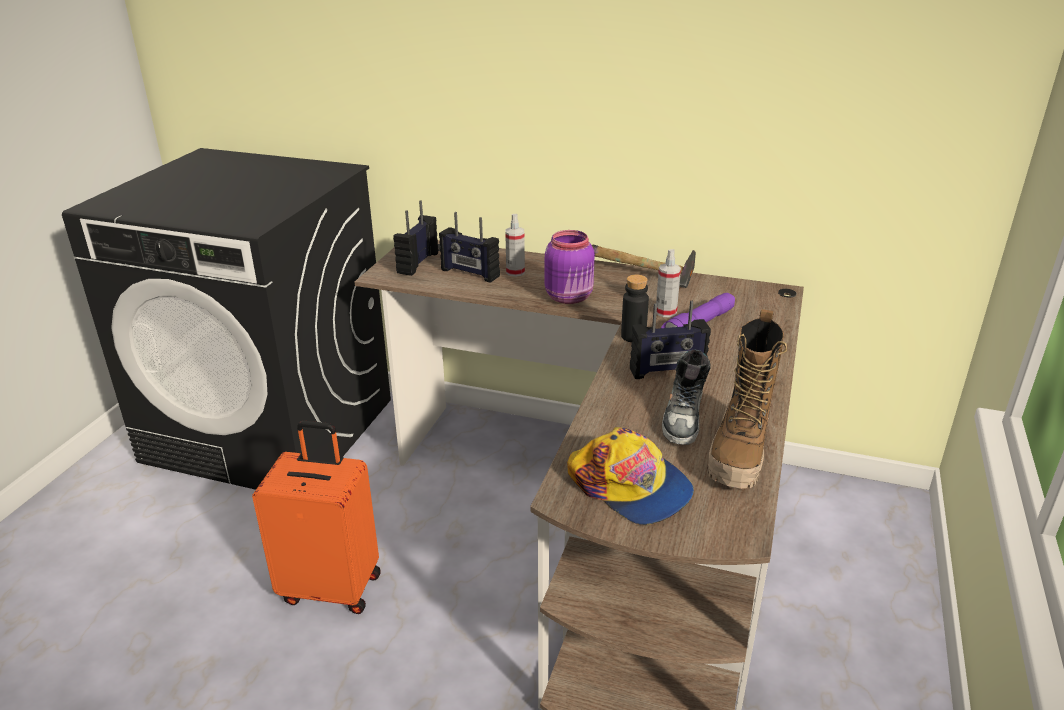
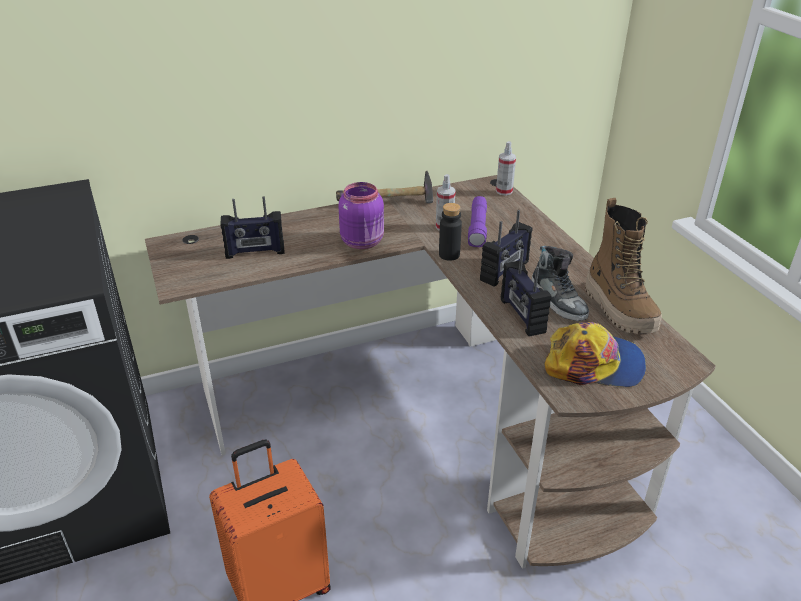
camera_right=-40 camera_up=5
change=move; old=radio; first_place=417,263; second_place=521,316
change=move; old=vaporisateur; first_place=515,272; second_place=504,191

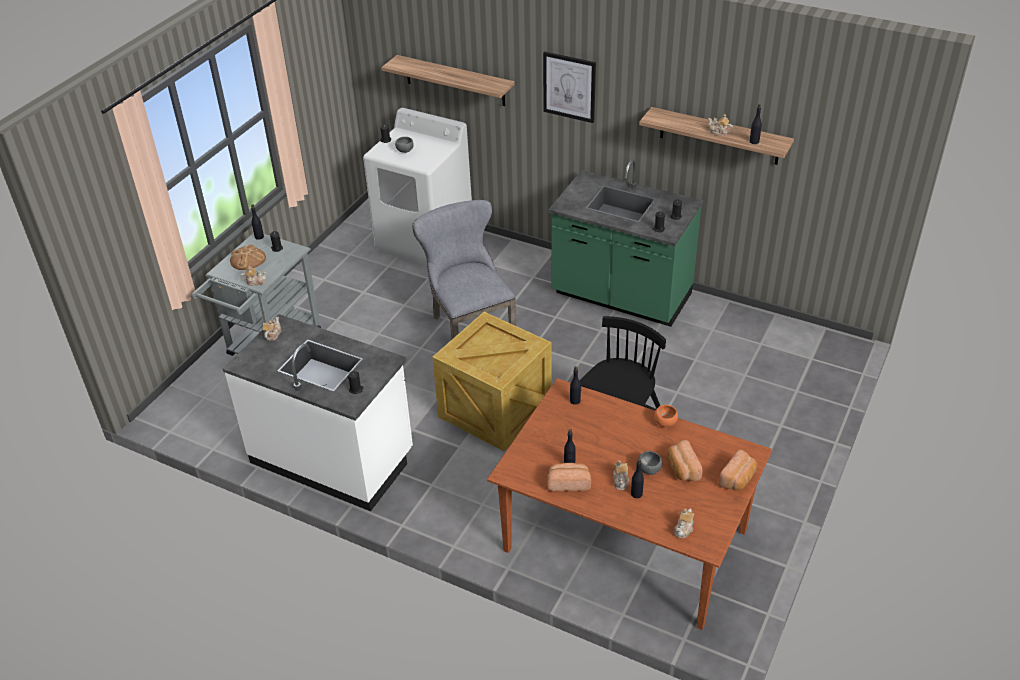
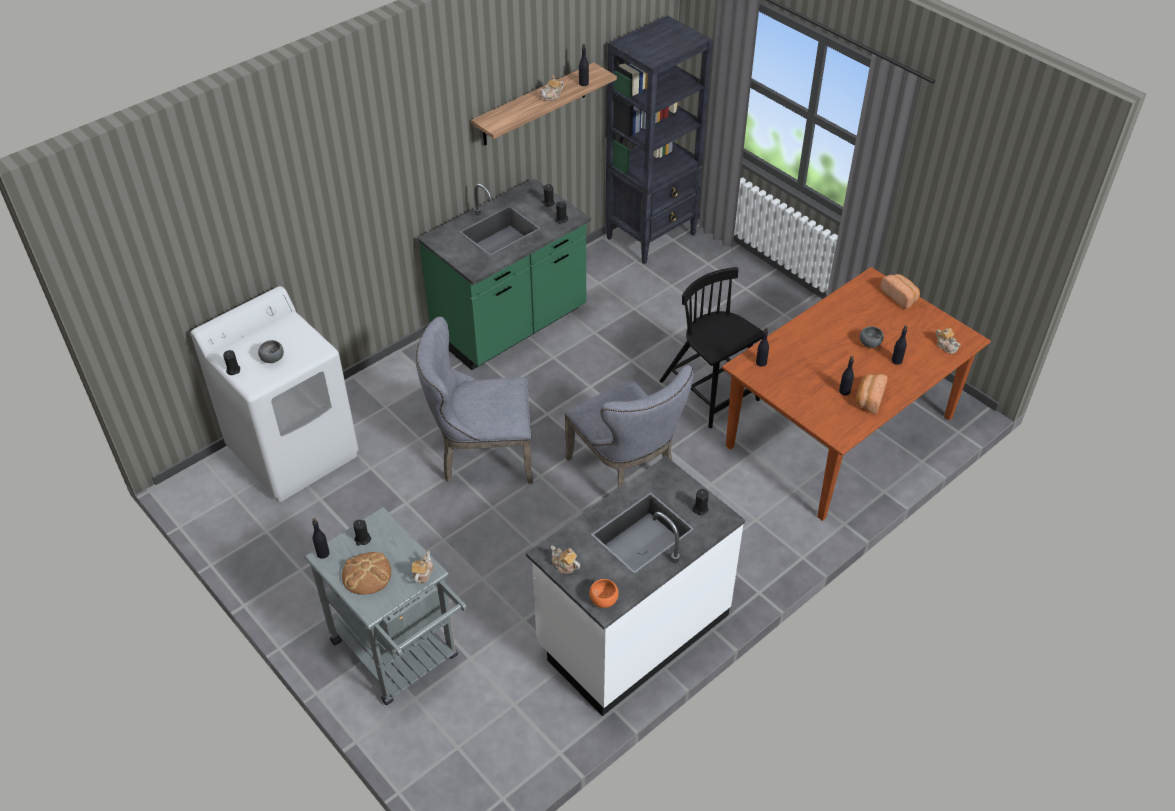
camera_right=-70 camera_up=5
change=delete; old=étagère; first_place=455,81
change=delete; old=tableau; first_place=569,87
change=delete; old=théière; first_place=620,481
change=delete; old=pain; first_place=682,469
change=insert; new=bibliothèque/noir; second_place=652,236
change=move; old=bol/orange; first_place=666,422; second_place=603,599
change=replace; old=caisse; new=chaise/gris; first_place=493,410; second_place=626,473

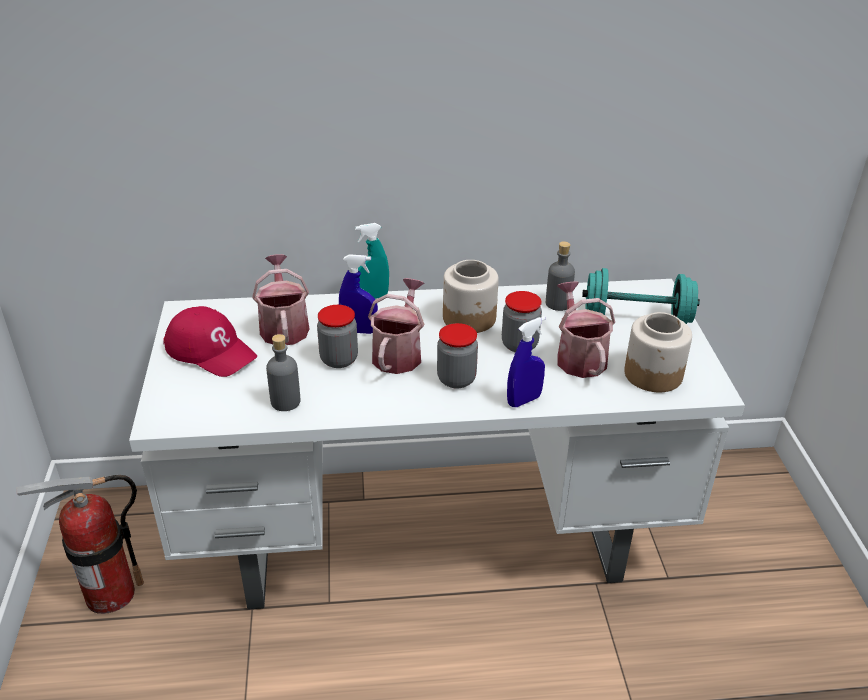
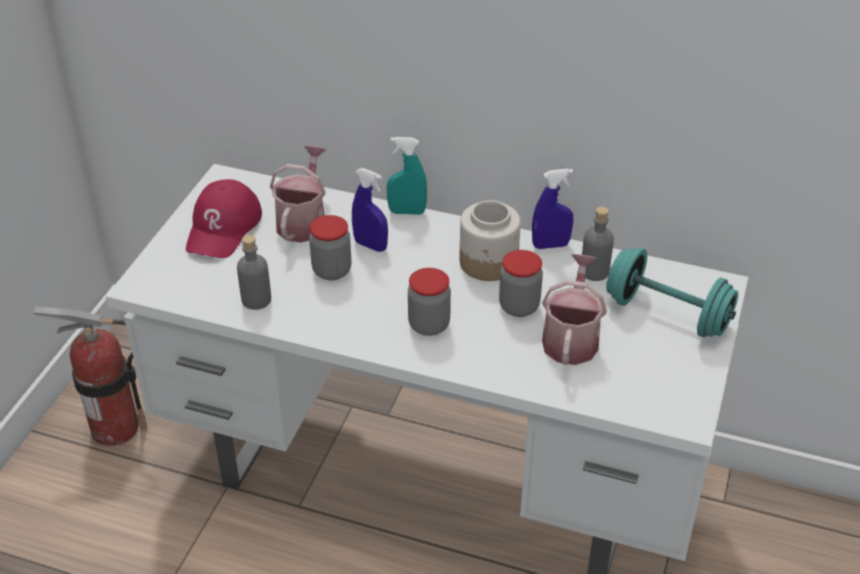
camera_right=25 camera_up=5
change=delete; old=arrosoir; first_place=399,353
change=delete; old=bocal; first_place=654,374
change=move; old=vaporisateur/bleu; first_place=524,400; second_place=550,245
change=rotate; old=casquette/rouge; first_place=211,350; second_place=223,227; degrees=45

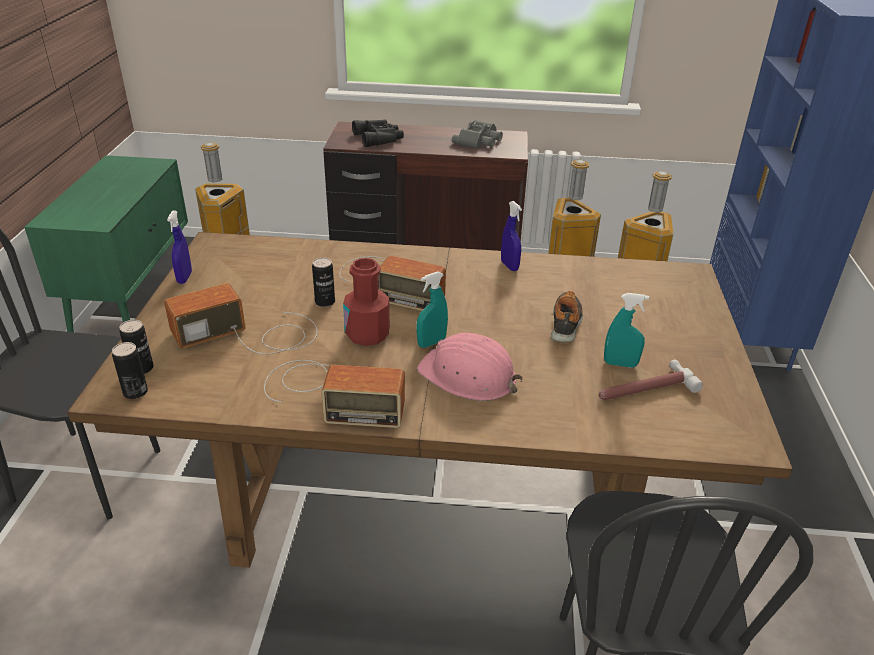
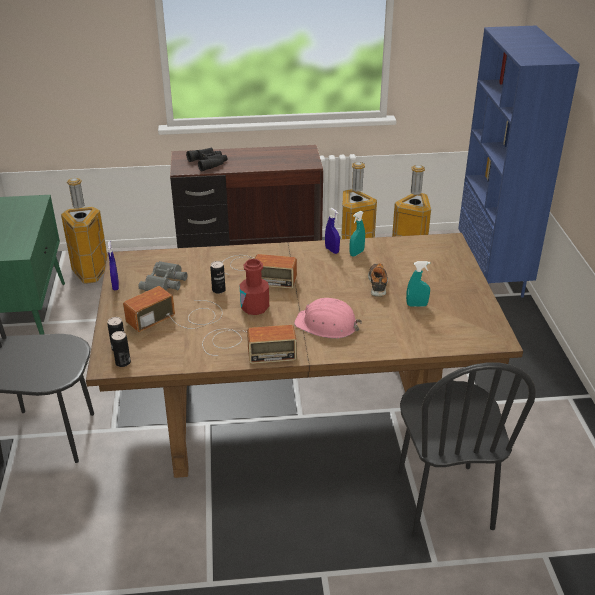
camera_right=-10 camera_up=0
change=delete; old=marteau; first_place=643,389
change=move; old=vaporisateur/turquoise; first_place=431,342; second_place=356,253
change=move; old=jumelles/gris; first_place=479,140; second_place=165,282

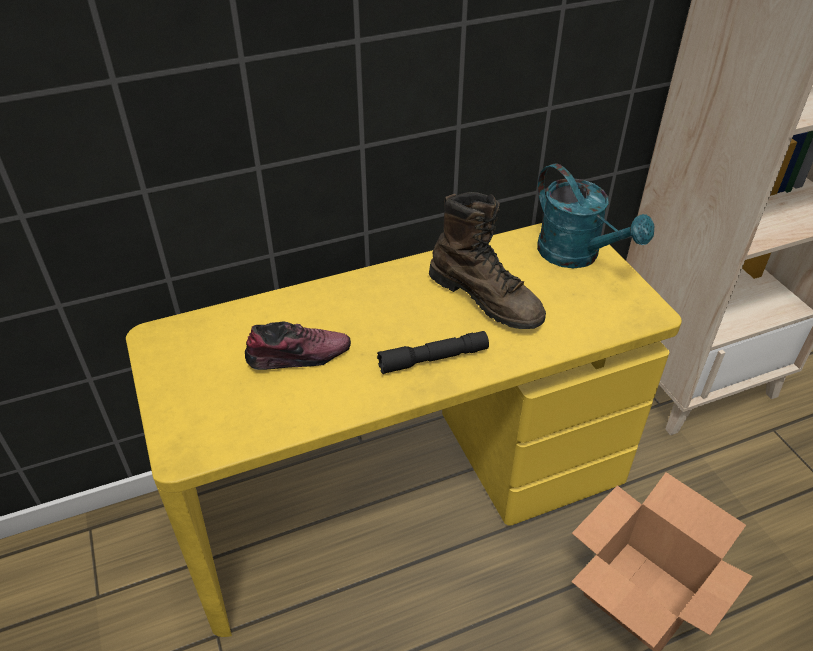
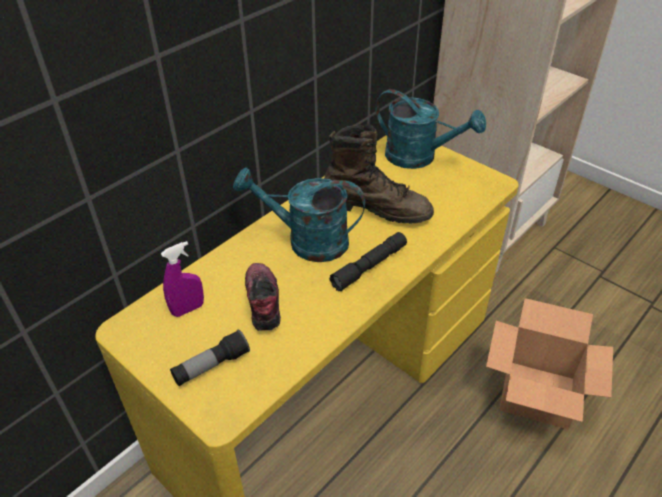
camera_right=-25 camera_up=0
change=insert; new=vaporisateur/violet; second_place=188,309
change=insert; new=lampe de poche; second_place=211,366
change=insert; new=arrosoir/turquoise; second_place=307,241
change=rotate; old=chaussure; first_place=298,356; second_place=262,301; degrees=-60

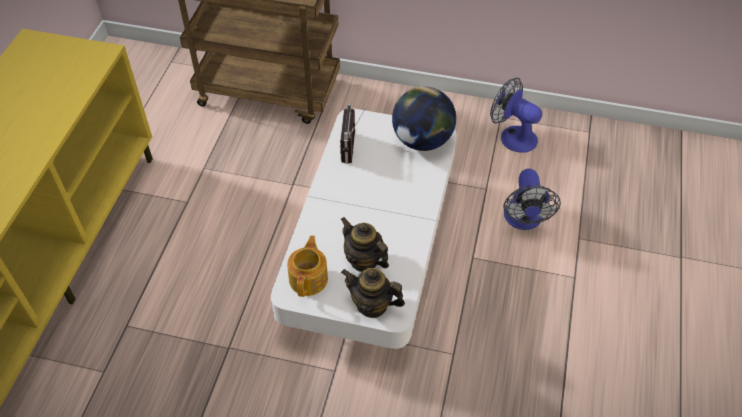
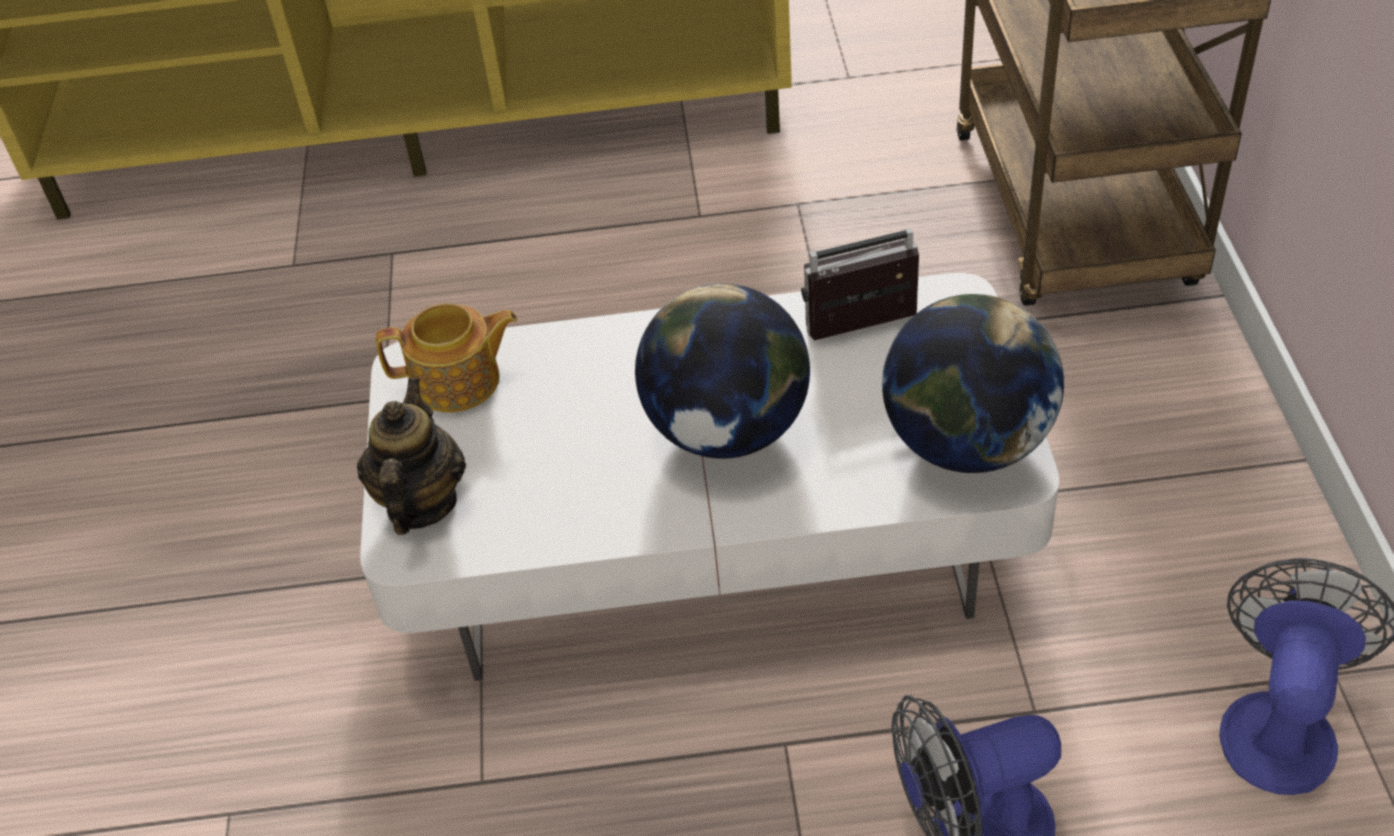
camera_right=75 camera_up=-5
change=delete; old=théière; first_place=364,260
change=insert; new=globe; second_place=727,430

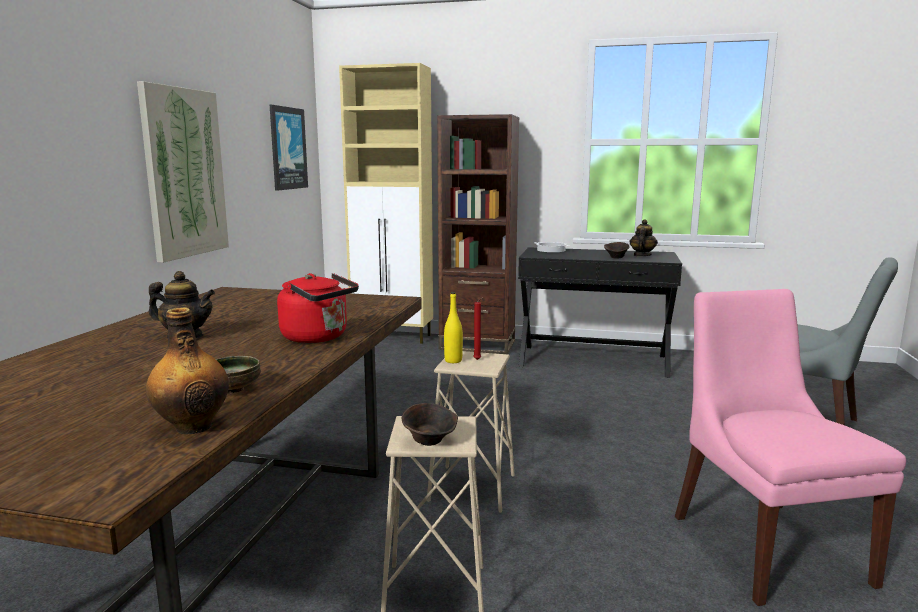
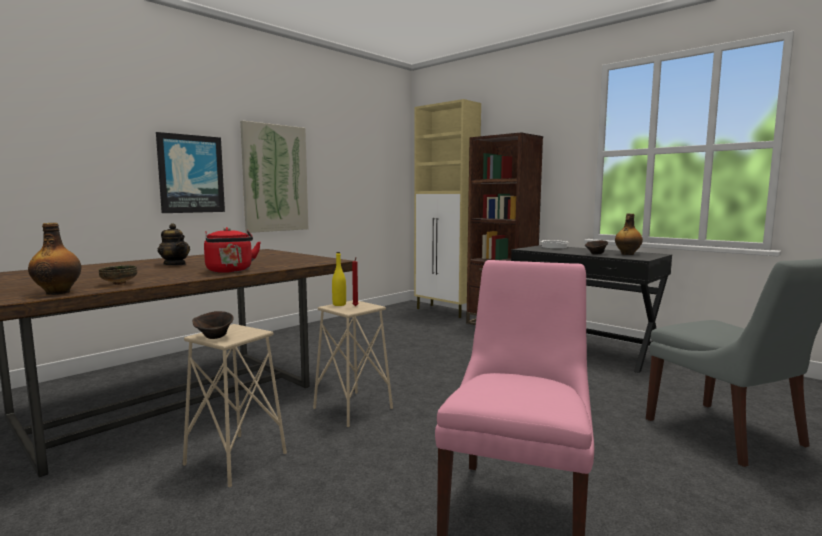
camera_right=30 camera_up=-5
change=move; old=tableau; first_place=287,148; second_place=191,174
change=replace; old=théière; new=bouteille; first_place=642,255; second_place=627,254

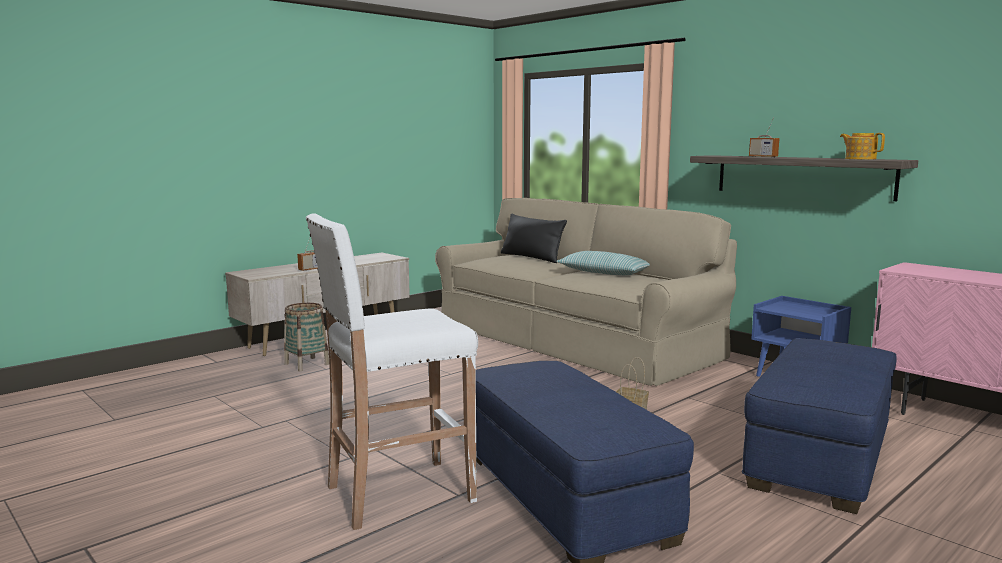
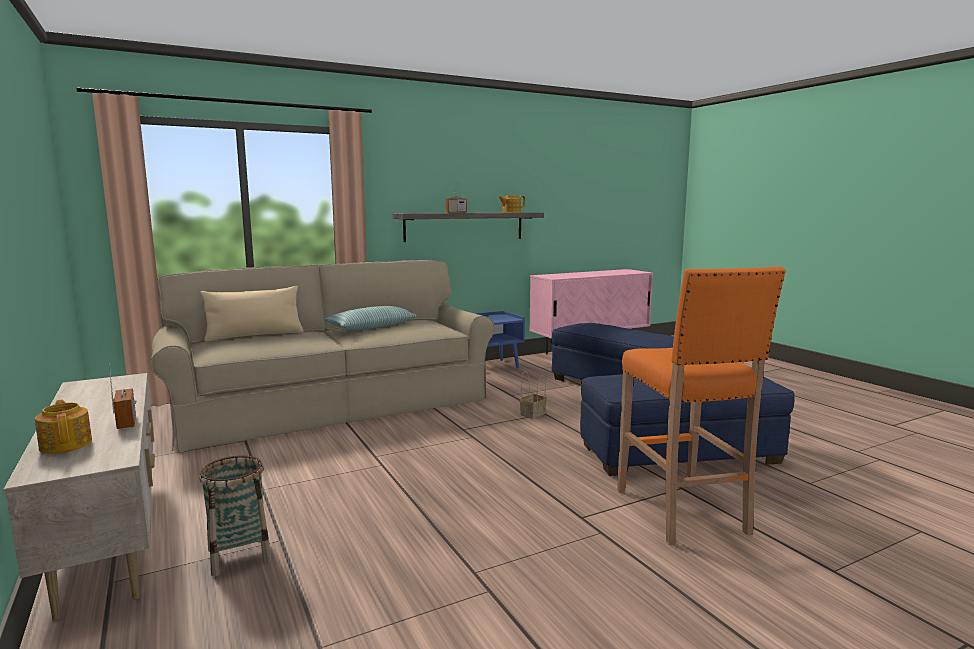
camera_right=-75 camera_up=0
change=insert; new=théière; second_place=67,444
change=recolor; old=tabouret/blanc; new=tabouret/orange; first_place=396,494; second_place=682,512
change=recolor; old=coussin/noir; new=coussin/beige; first_place=531,257; second_place=255,335

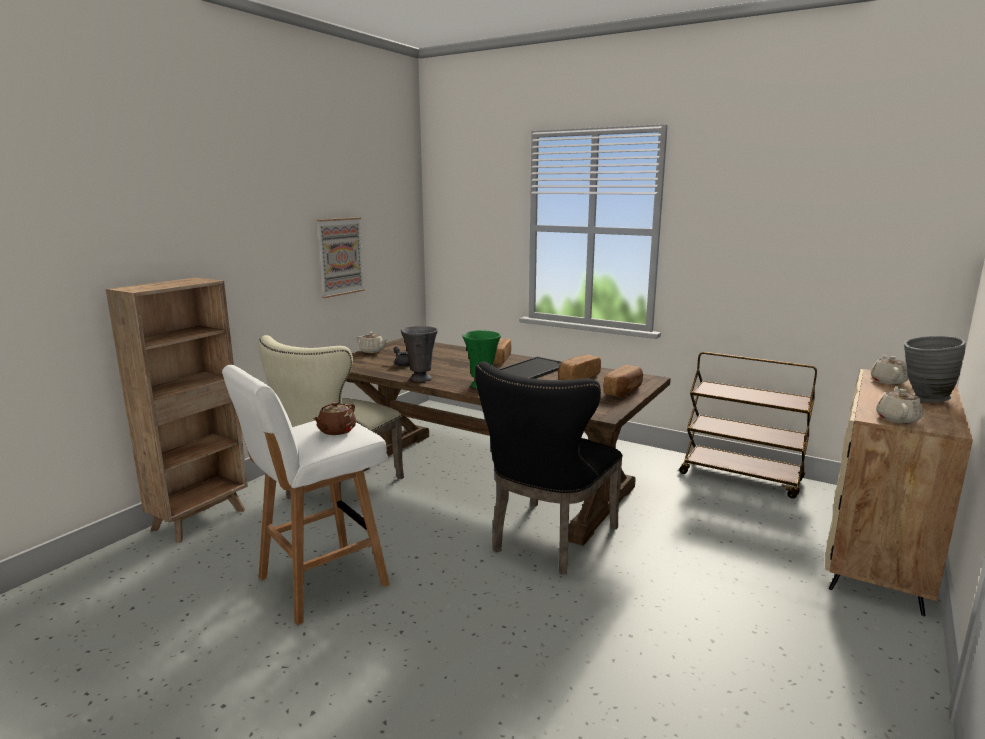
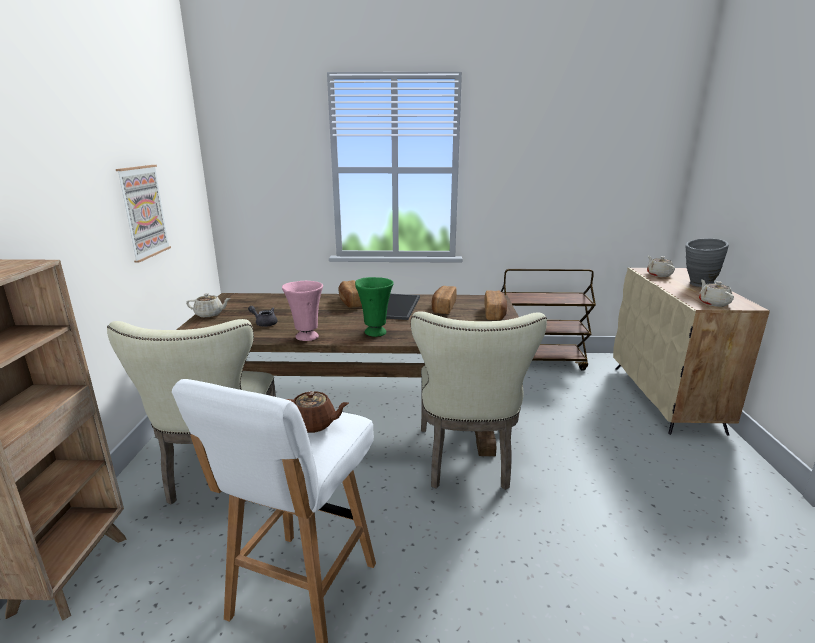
camera_right=-30 camera_up=5
change=recolor; old=vase/gris; new=vase/rose; first_place=420,379; second_place=306,337
change=recolor; old=chaise/noir; new=chaise/beige; first_place=548,541; second_place=466,461
change=rotate; old=théière/marron; first_place=336,431; second_place=314,424; degrees=-75

